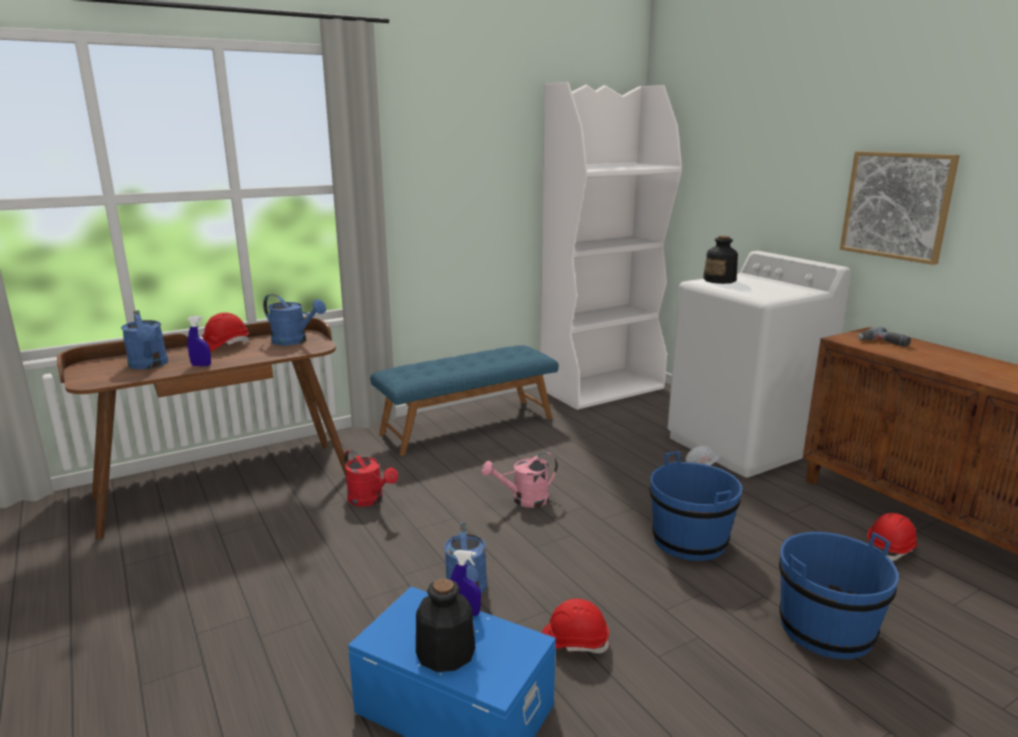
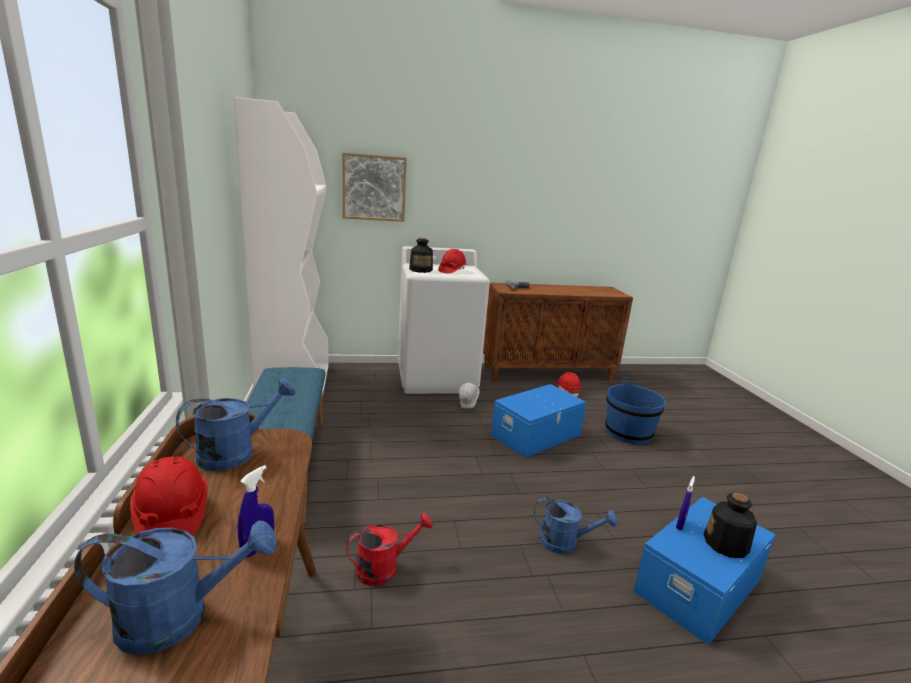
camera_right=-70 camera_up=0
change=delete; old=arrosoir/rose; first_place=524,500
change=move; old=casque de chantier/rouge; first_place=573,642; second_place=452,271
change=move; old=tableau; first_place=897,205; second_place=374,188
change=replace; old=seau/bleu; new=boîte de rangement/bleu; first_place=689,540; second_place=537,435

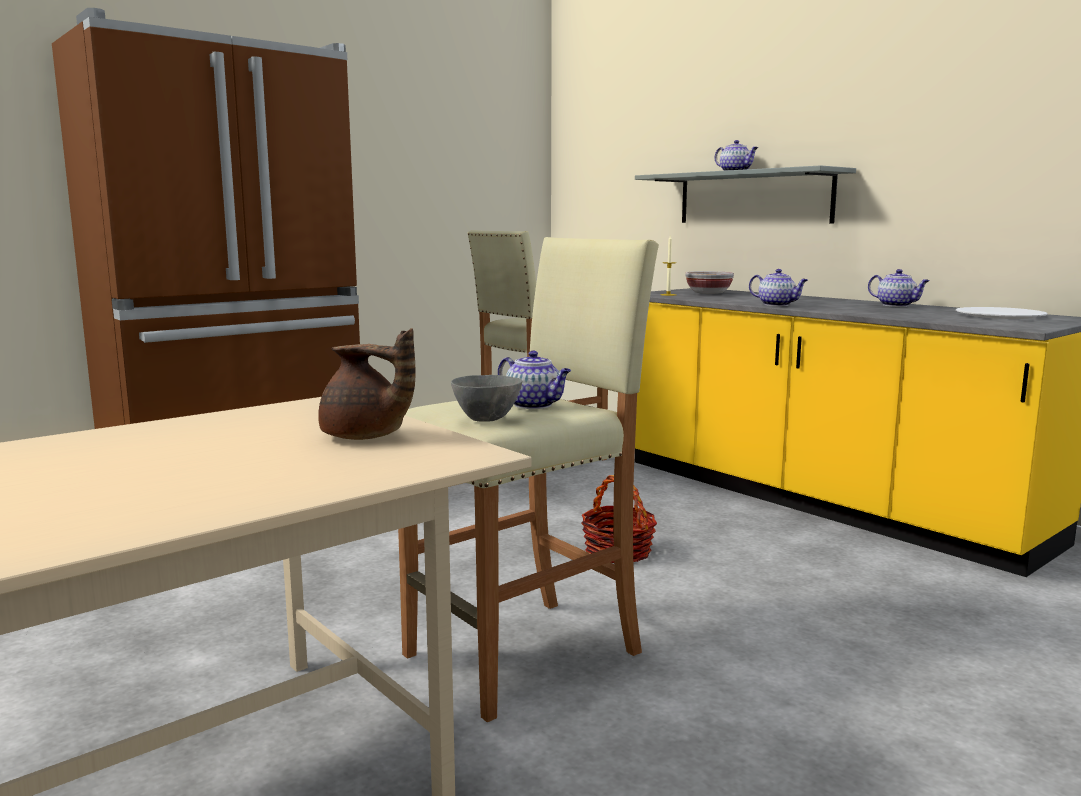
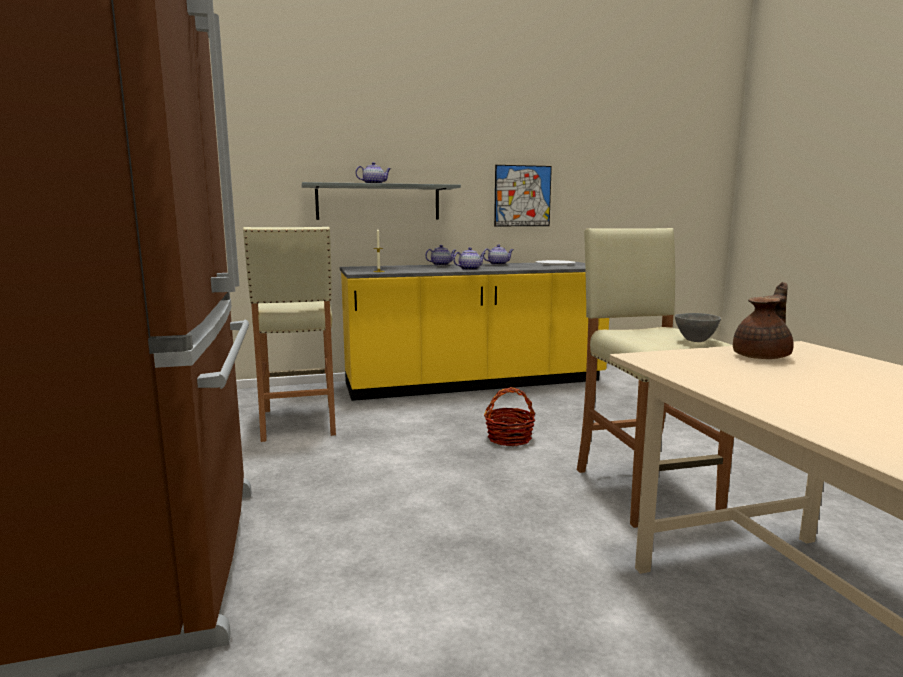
camera_right=-65 camera_up=0
change=delete; old=bol; first_place=708,293
change=insert; new=tableau; second_place=522,196
change=move; old=théière; first_place=534,405; second_place=441,265

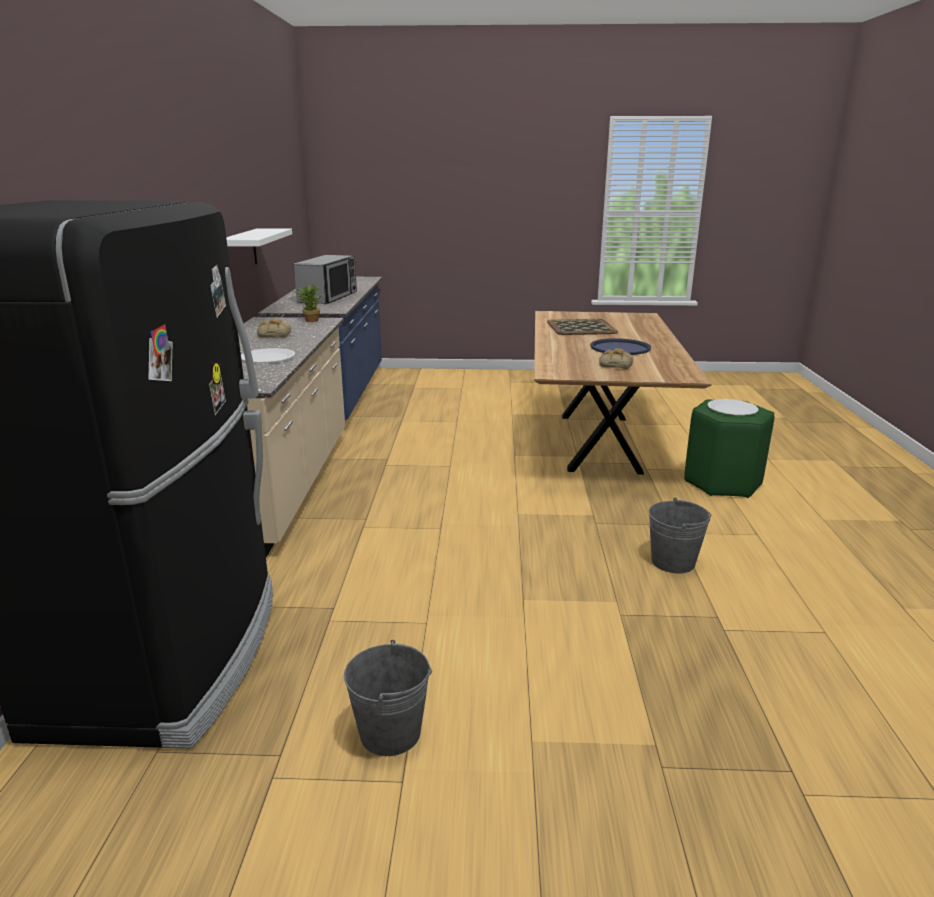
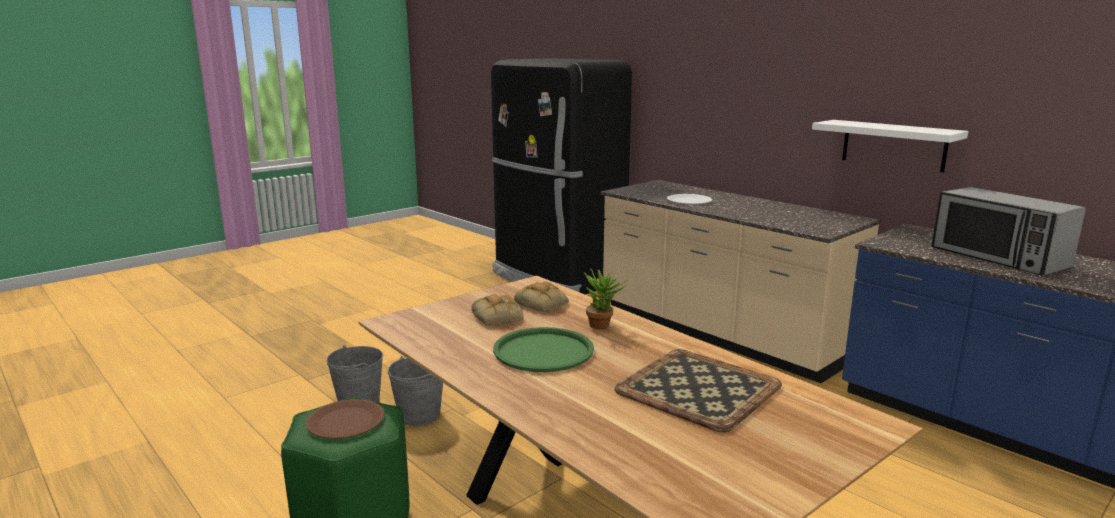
camera_right=135 camera_up=-5
change=move; old=pain; first_place=274,334; second_place=542,303
change=move; old=plante en pot; first_place=310,320; second_place=603,325
change=move; old=seau/gris; first_place=390,733; second_place=419,415
change=recolor; old=plateau/bleu; new=plateau/vert; first_place=620,348; second_place=543,351
change=recolor; old=assiette/blanc; new=assiette/marron; first_place=732,409; second_place=346,421

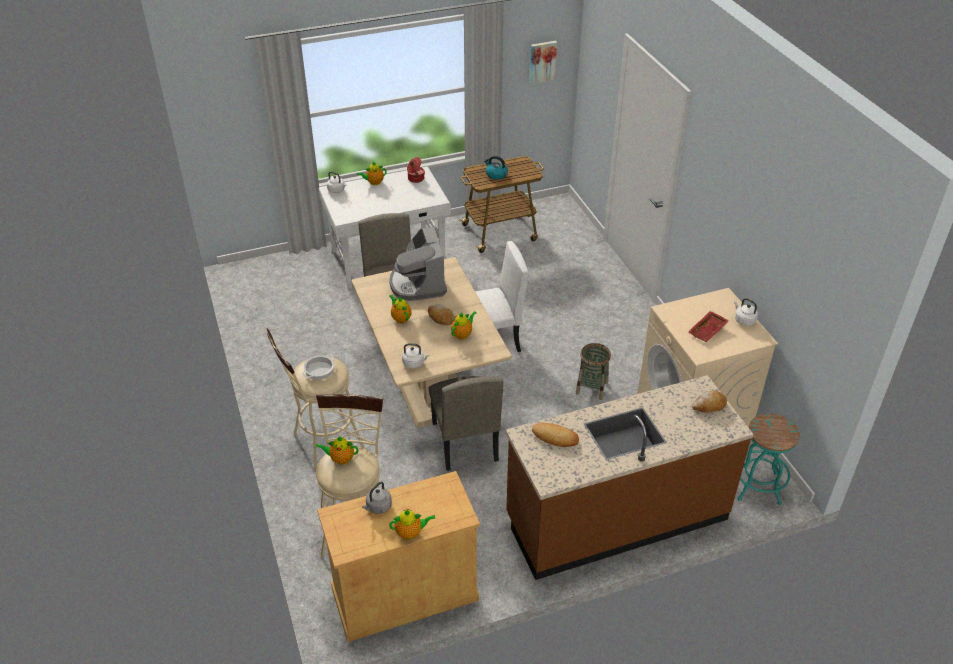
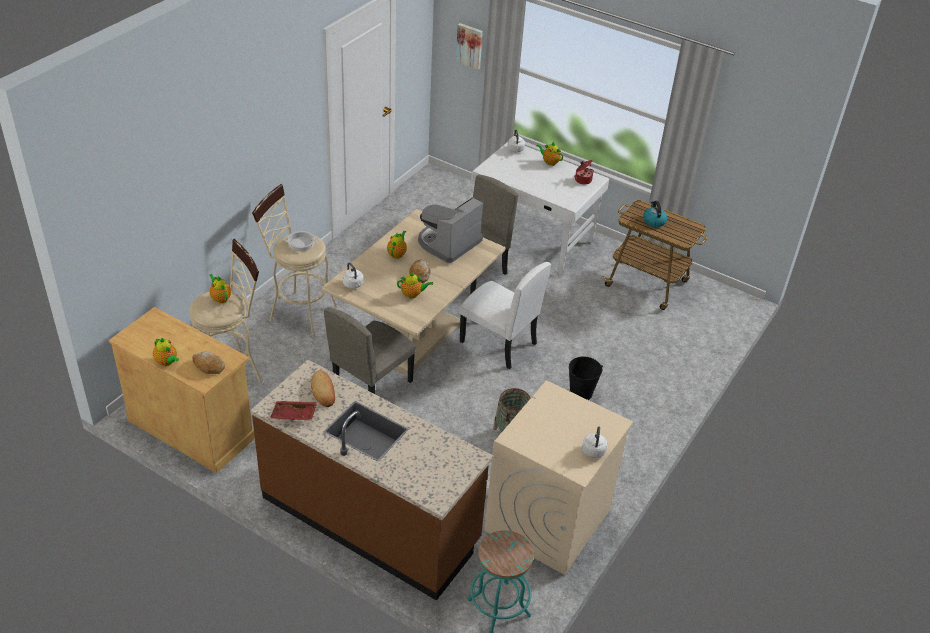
camera_right=50 camera_up=0
change=delete; old=bouilloire/gris; first_place=378,507
change=insert; new=seau/noir; second_place=580,393
change=move; old=tableau; first_place=542,61; second_place=470,45
change=move; old=plateau/rouge; first_place=708,331; second_place=294,415
change=move; old=pain; first_place=709,406; second_place=208,366

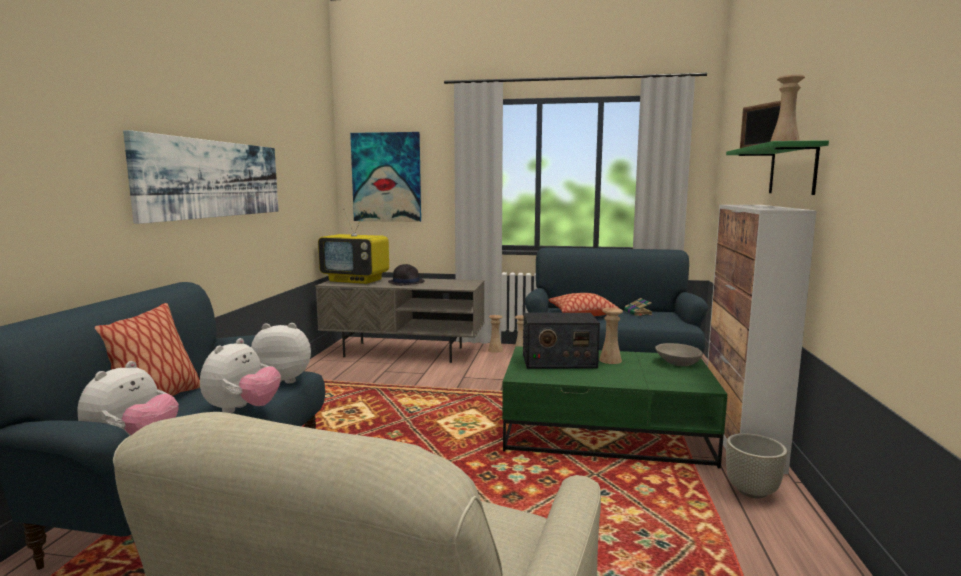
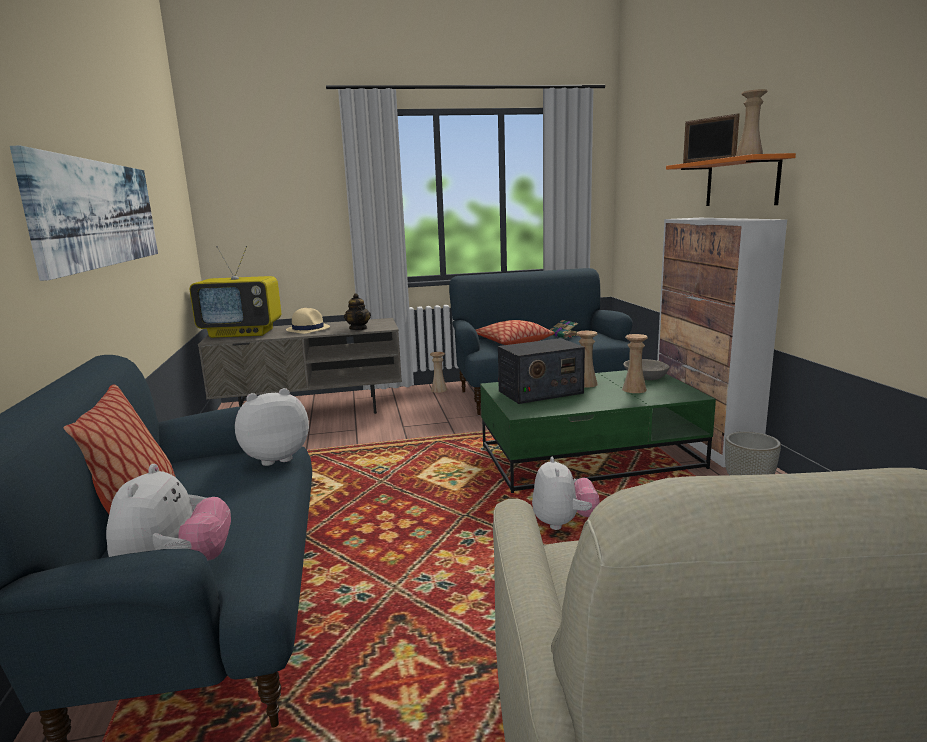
camera_right=-20 camera_up=5
change=delete; old=tableau; first_place=386,177
change=insert; new=théière; second_place=358,329
change=move; old=peluche; first_place=242,410; second_place=563,523
change=move; old=vase/beige; first_place=495,350; second_place=634,389
change=recolor; old=chapeau/noir; new=chapeau/beige; first_place=406,282; second_place=308,329
change=recolor; old=étagère/vert; new=étagère/orange; first_place=792,170; second_place=741,182

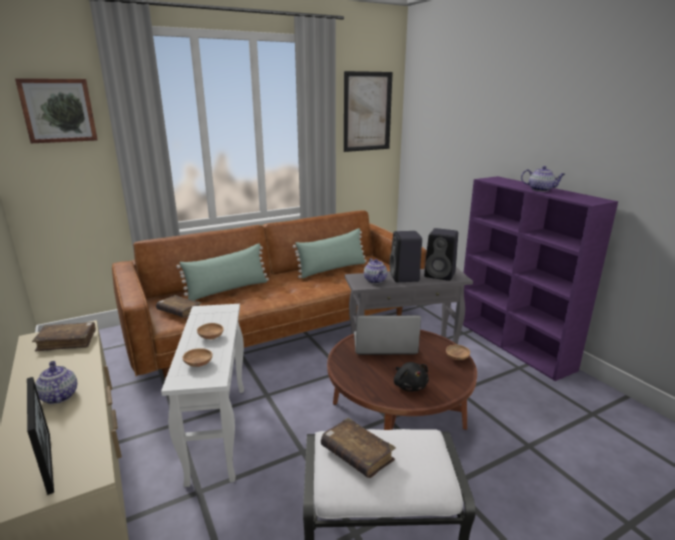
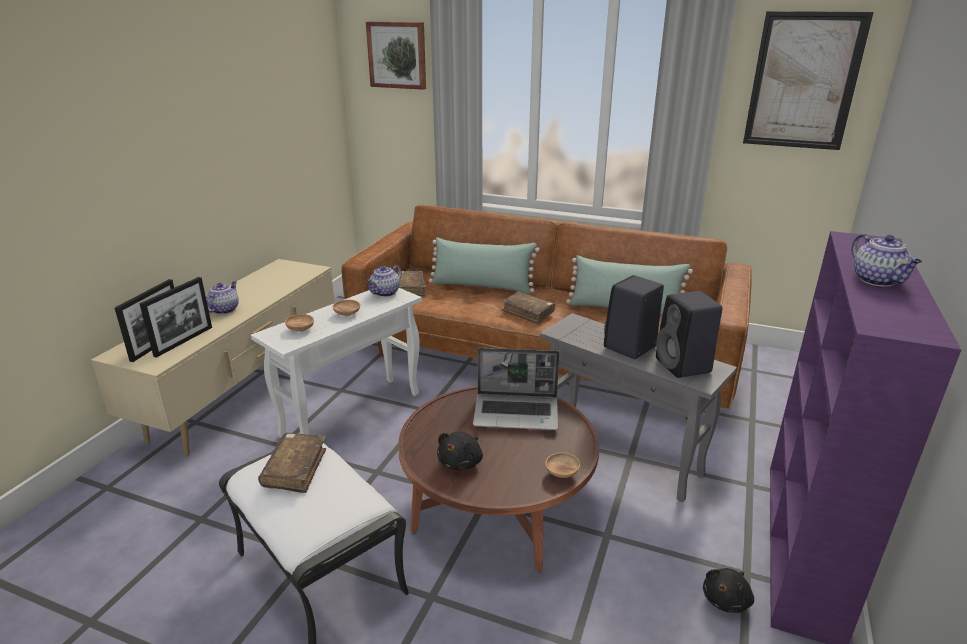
camera_right=50 camera_up=5
change=insert; new=cadre photo; second_place=184,341
change=insert; new=peluche/noir; second_place=727,600
change=move; old=livre/marron; first_place=67,341; second_place=528,312
change=move; old=théière; first_place=375,281; second_place=385,293
change=rotate; old=ordinateur portable; first_place=383,345; second_place=517,413; degrees=135

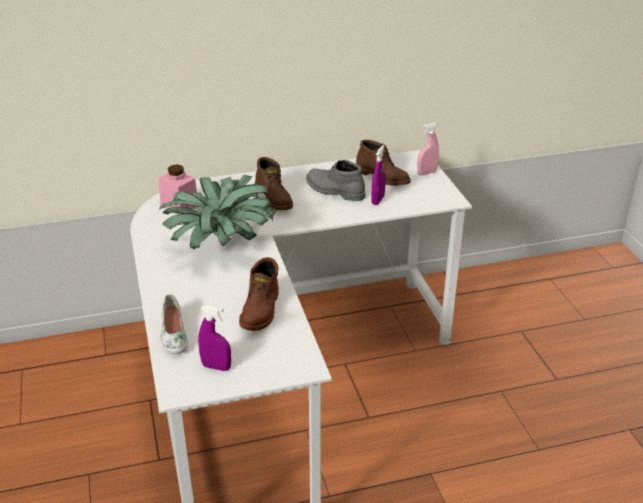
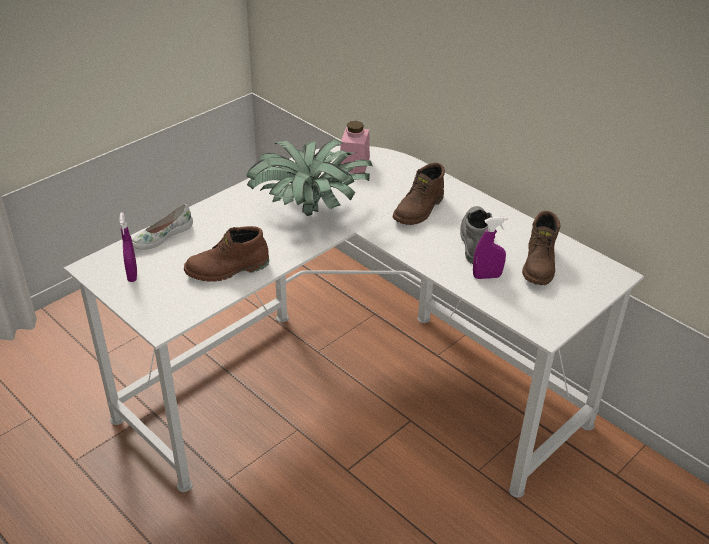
camera_right=60 camera_up=5
change=delete; old=vaporisateur/rose; first_place=426,173

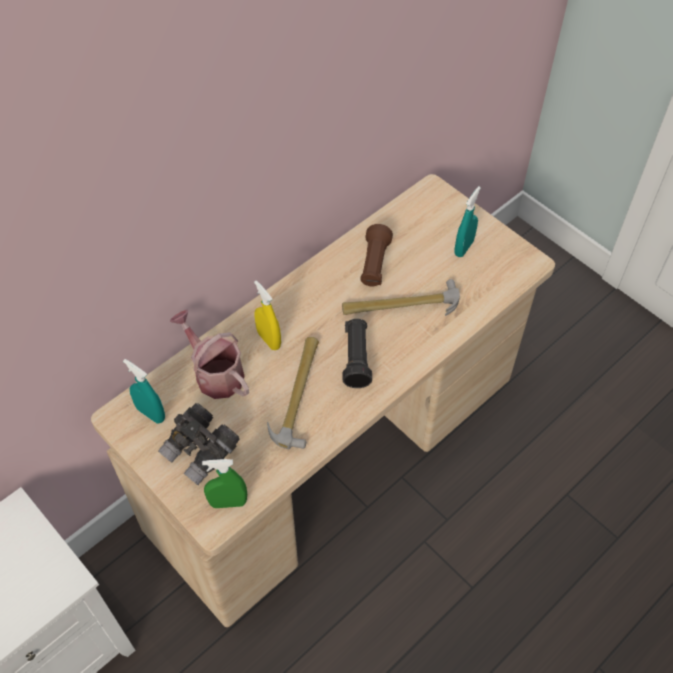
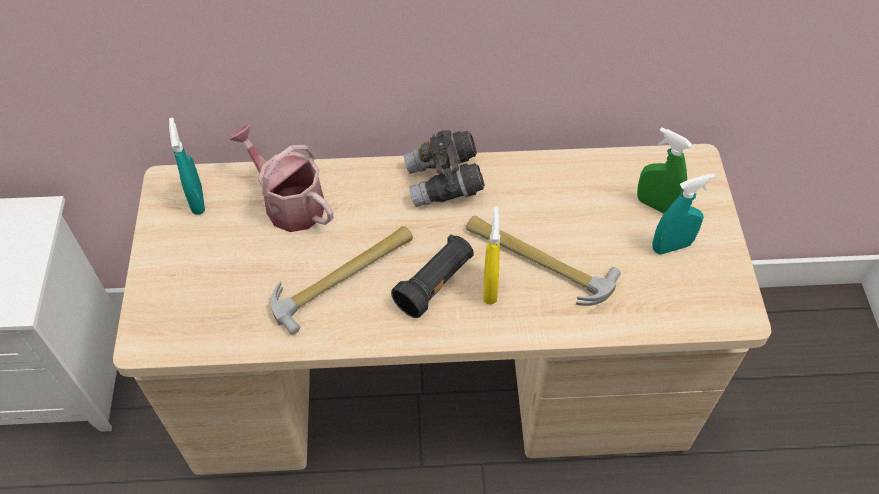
camera_right=40 camera_up=0
change=delete; old=lampe de poche/marron; first_place=374,265
change=move; old=jumelles/gris; first_place=201,452; second_place=444,183
change=move; old=vaporisateur/vert; first_place=228,503; second_place=655,205
change=move; old=vaporisateur/jaune; first_place=269,340; second_place=490,287
change=rotate; old=arrosoir; first_place=215,373; second_place=289,203; degrees=-45

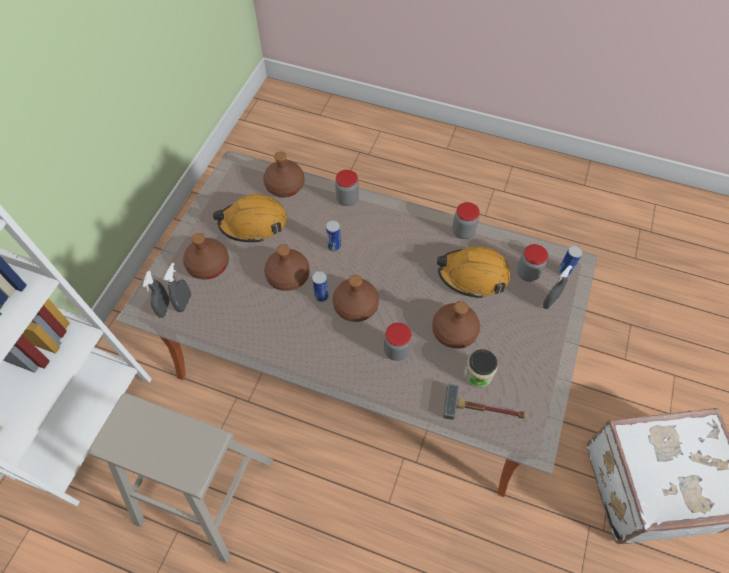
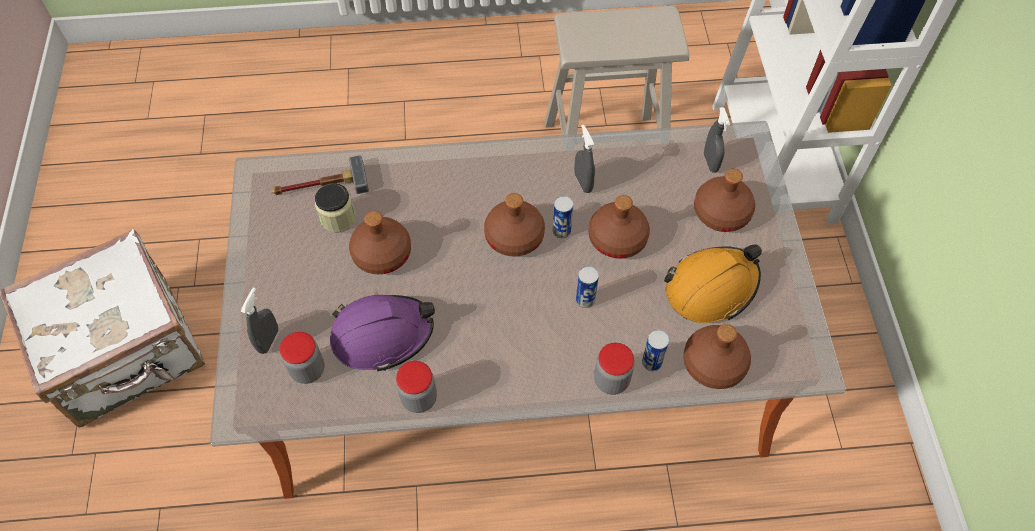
camera_right=155 camera_up=0
change=delete; old=bocal; first_place=396,350
change=move; old=vaporisateur/gris; first_place=164,308; second_place=583,182
change=move; old=boîte métallique; first_place=565,271; second_place=651,362
change=recolor; old=casque de chantier/orange; new=casque de chantier/violet; first_place=473,275; second_place=382,335

